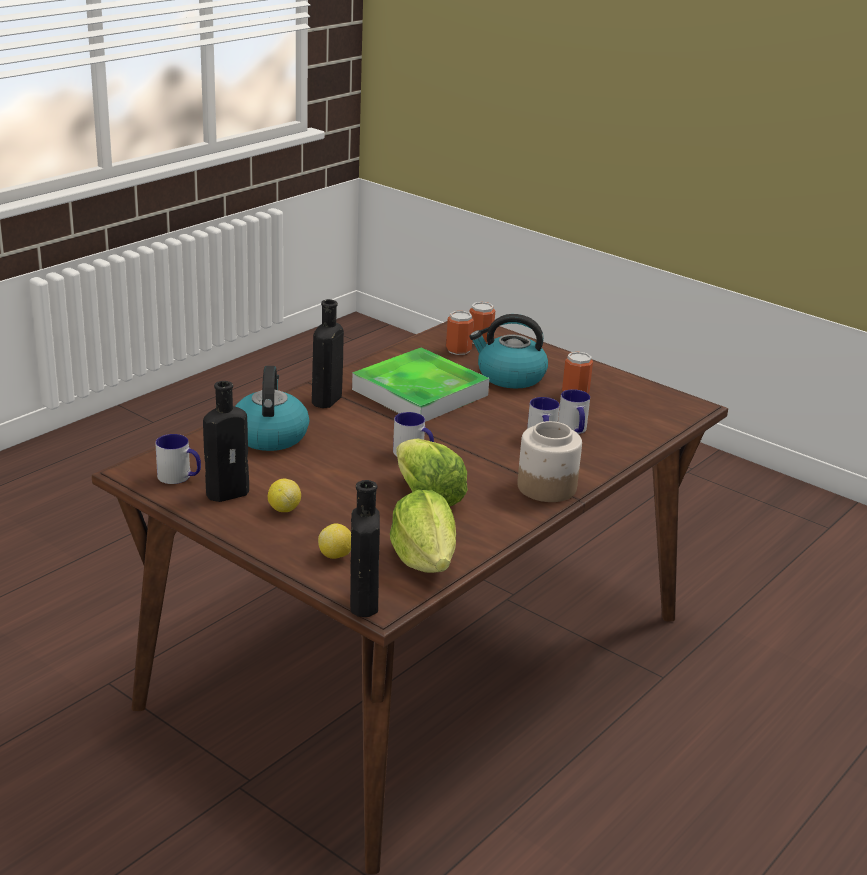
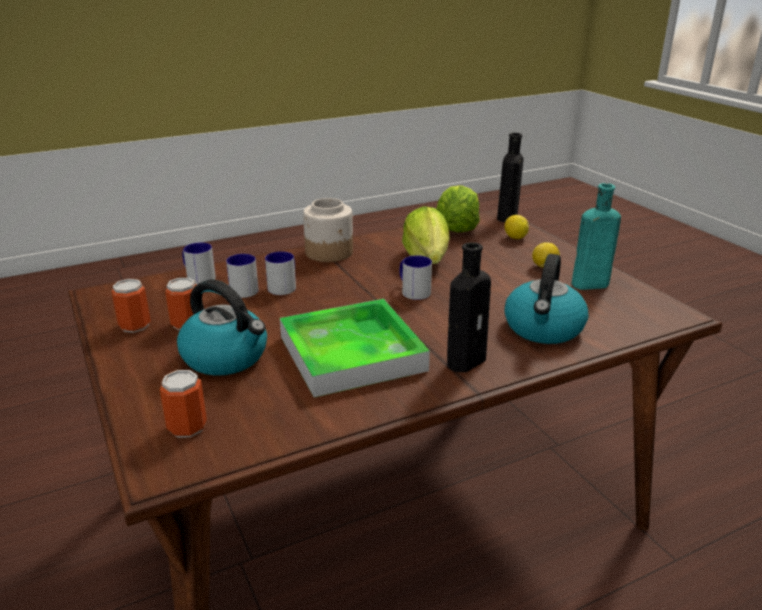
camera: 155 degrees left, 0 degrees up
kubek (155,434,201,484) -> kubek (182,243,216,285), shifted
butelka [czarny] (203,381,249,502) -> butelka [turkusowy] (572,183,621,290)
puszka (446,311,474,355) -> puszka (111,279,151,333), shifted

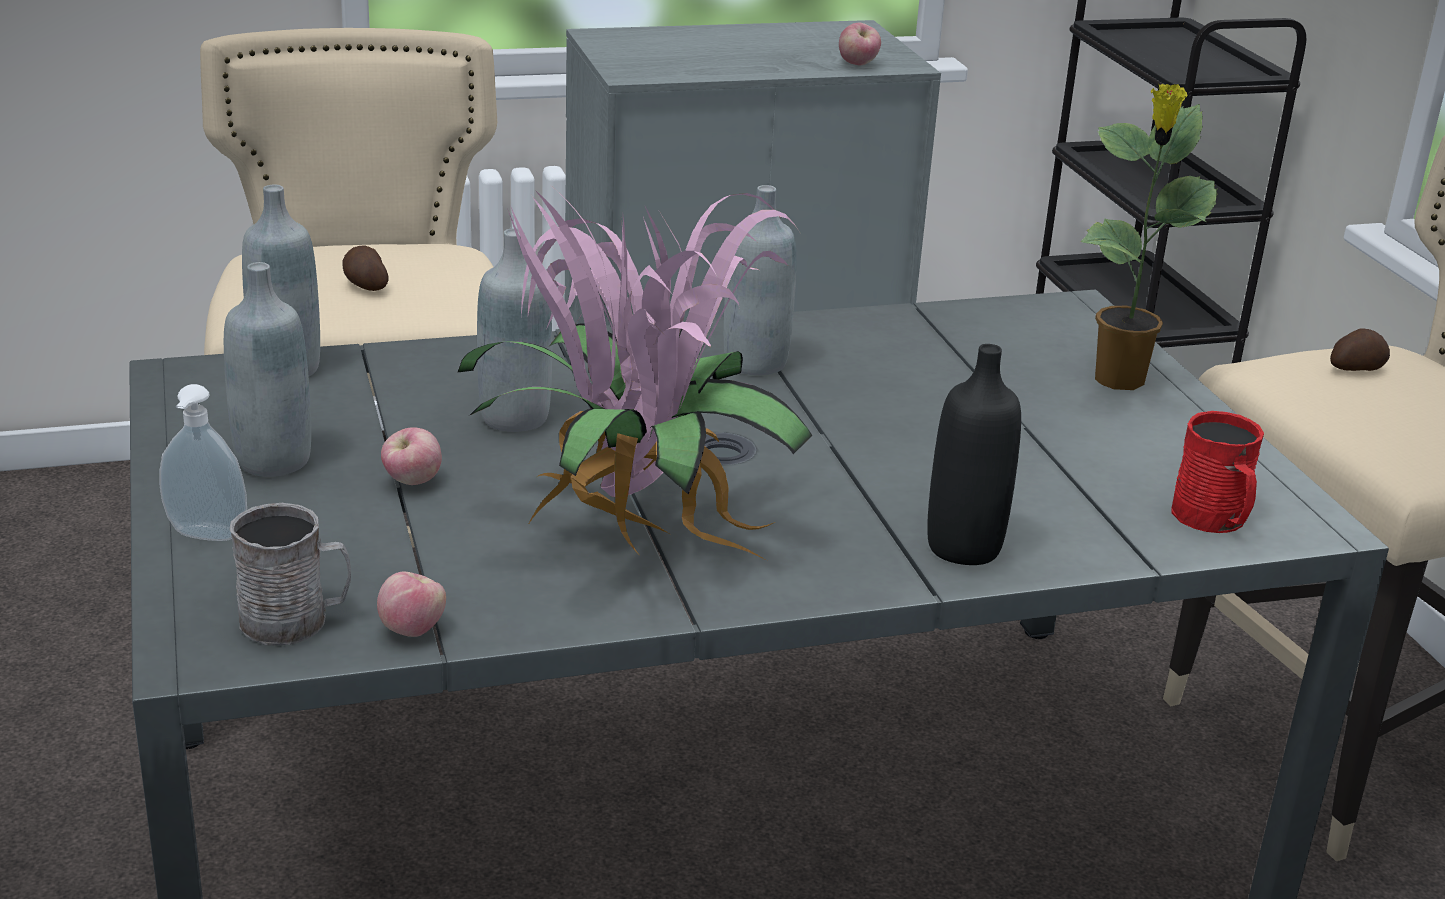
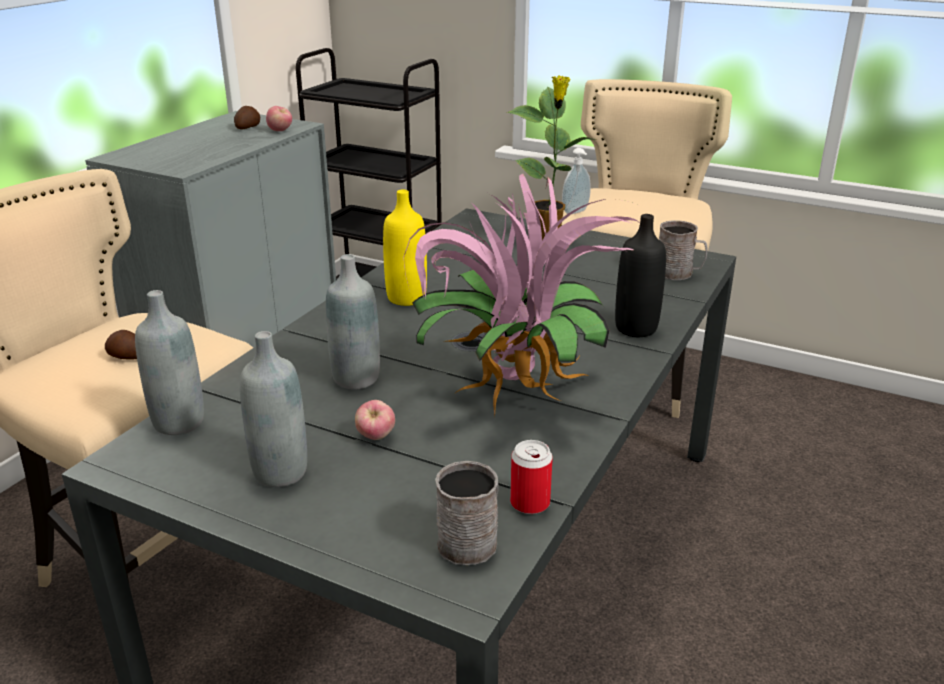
camera: 45 degrees left, 0 degrees up
dozownik mydła (160,384,247,541) -> dozownik mydła (562,148,591,214), shifted
jabłko (377,572,446,637) -> puszka (510,440,553,514)
butelka [szary] (724,185,796,375) -> butelka [żółty] (383,190,427,306)
kubek [czerwony] (1172,411,1264,533) -> kubek [szary] (659,220,707,280)
ziemniak (1330,329,1390,371) -> ziemniak (234,106,260,129), shifted

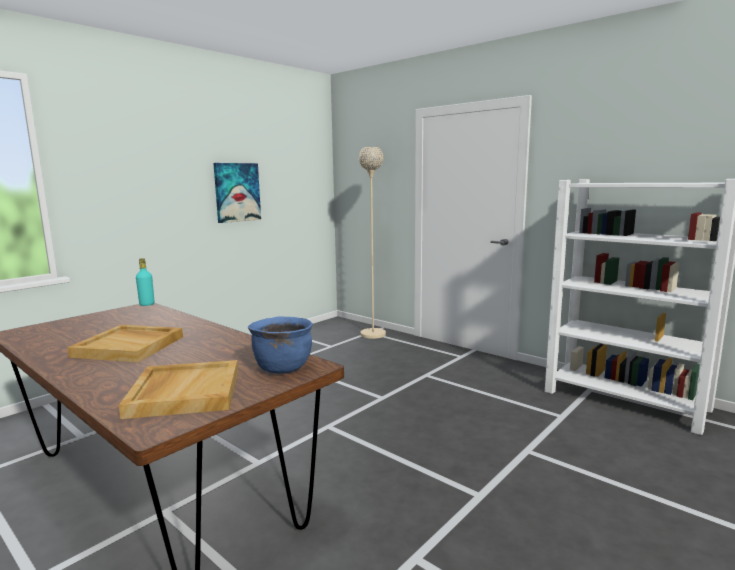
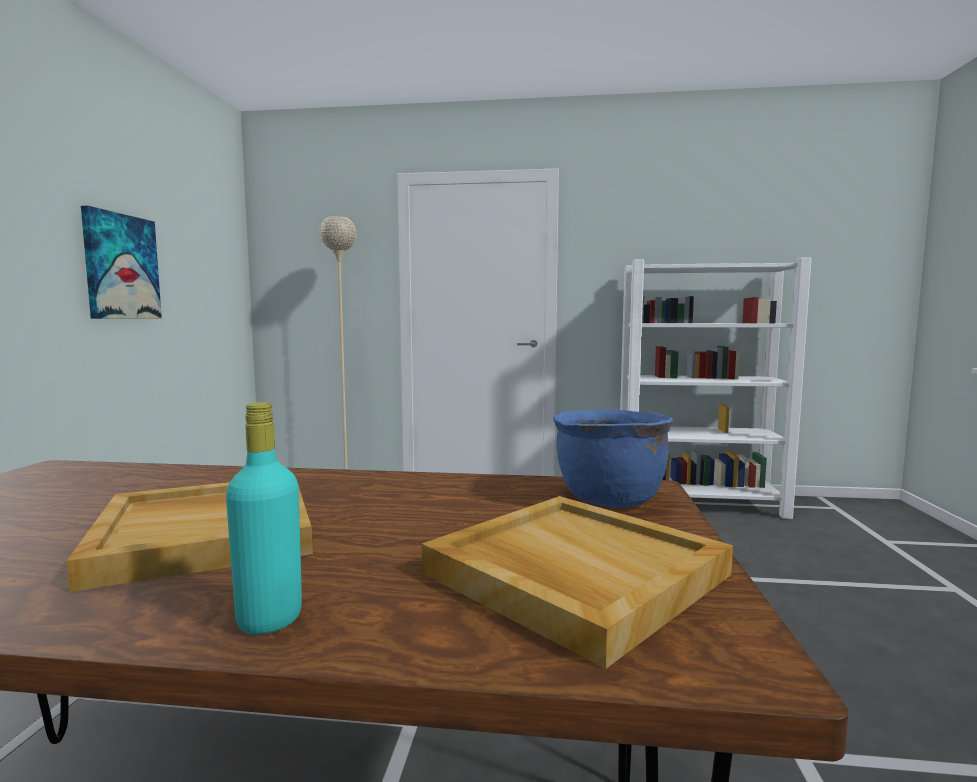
camera: 35 degrees left, 5 degrees down
butelka [turkusowy] (136,258,155,306) -> butelka [turkusowy] (226,402,302,635), shifted

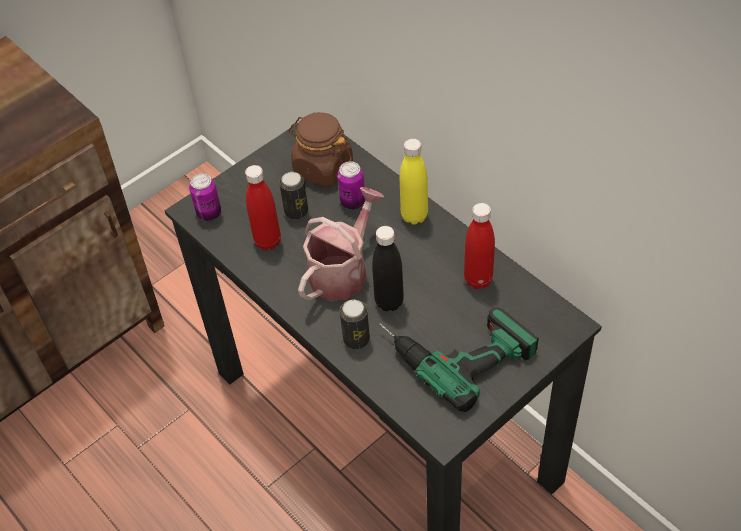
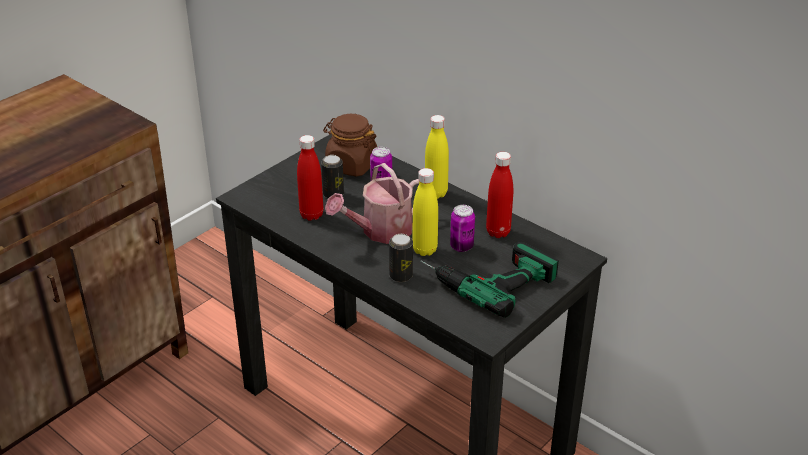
camera: 10 degrees left, 15 degrees down
puszka (189,173,221,221) -> puszka (450,205,475,252), shifted
konewka (298,187,384,301) -> konewka (325,163,419,244), 150 degrees counterclockwise
butelka [czarny] (372,226,404,311) -> butelka [żółty] (412,168,438,256)

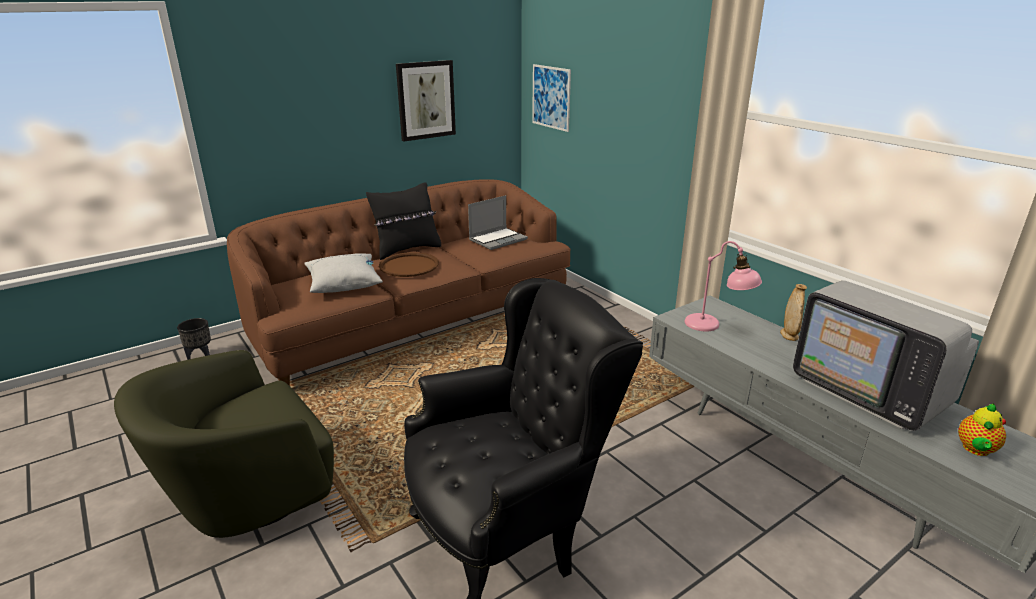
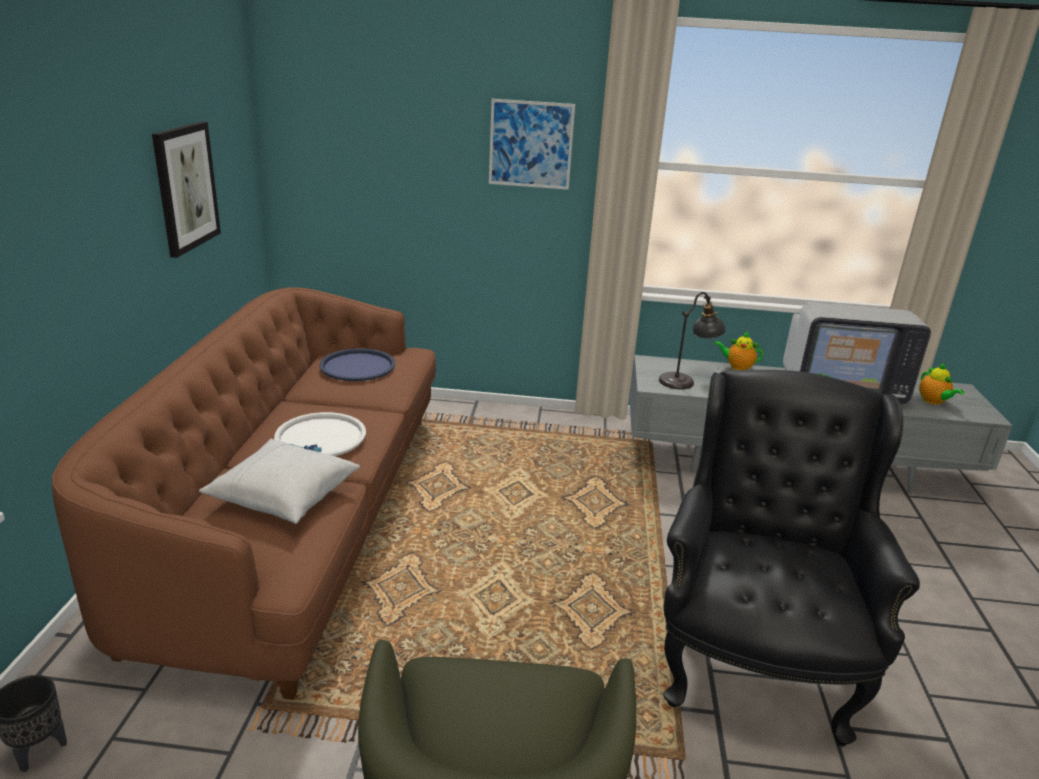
camera: 50 degrees left, 0 degrees up
poduszka [czarny] (366,182,441,260) -> none
taca [brązowy] (379,252,439,277) -> taca [biały] (274,412,366,456)
laptop (468,195,528,250) -> taca [niebieski] (319,348,395,381)
obraz (532,64,571,132) -> obraz (489,99,575,190), shifted
lampa stołowa [różowy] (684,241,762,332) -> lampa stołowa [szary] (659,292,726,390)
wazon [beżowy] (780,284,807,341) -> imbryk (714,332,763,370)

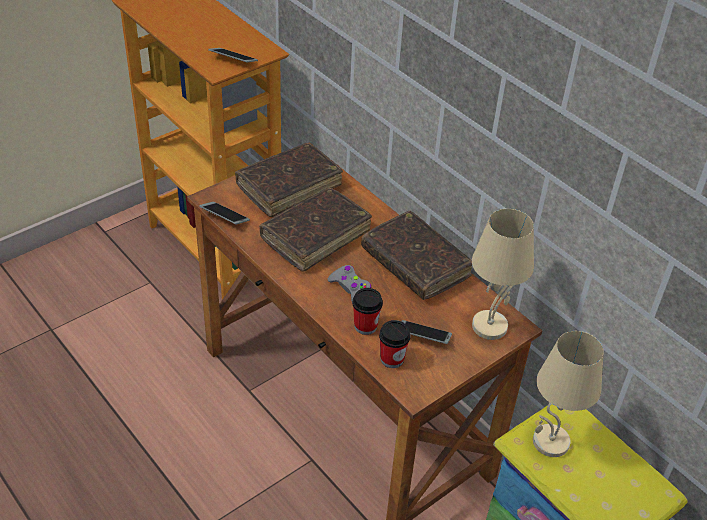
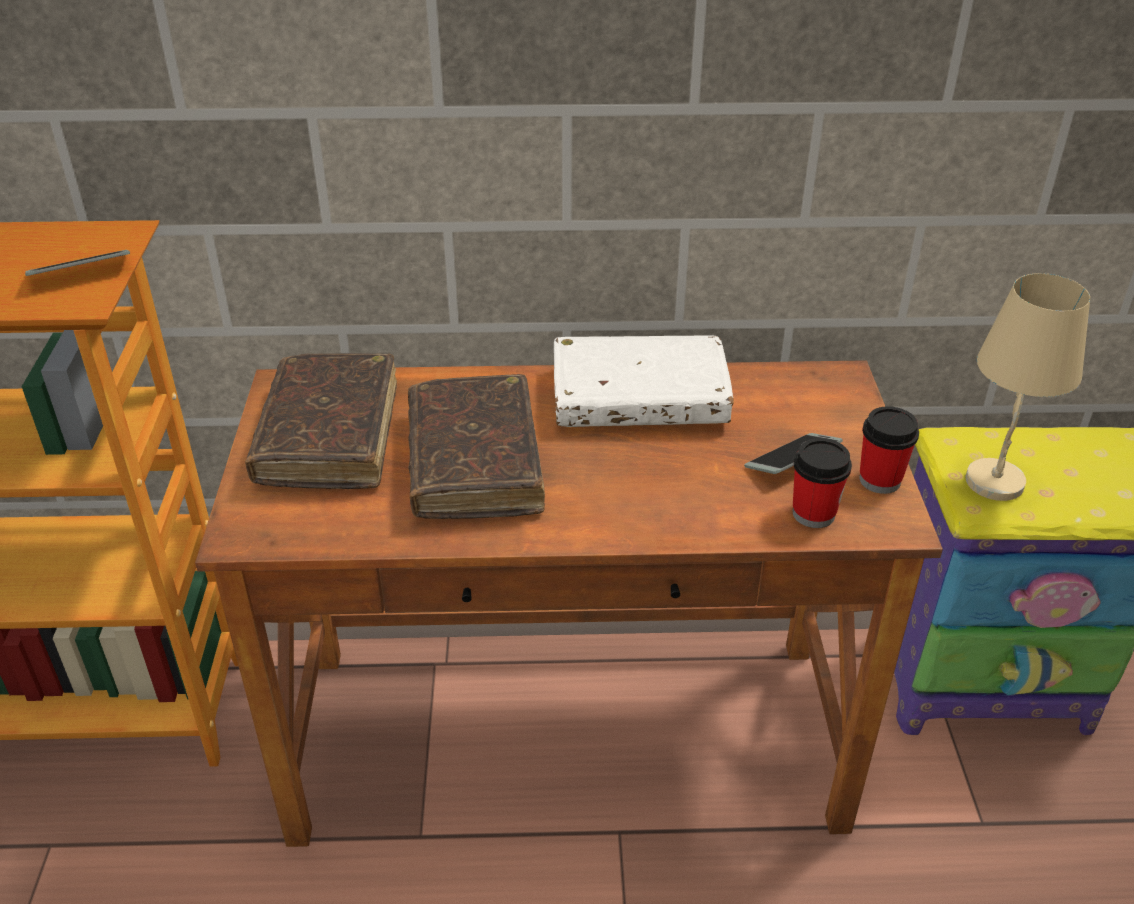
camera: 50 degrees left, 5 degrees down
telefon (199,202,250,224) -> none
pad do gier [szary] (328,265,371,302) -> none
filiżanka (352,288,383,335) -> filiżanka (859,406,919,494), shifted
książka [brązowy] (361,211,472,300) -> książka [biały] (554,336,734,427)
lampa stołowa [beżowy] (472,209,534,340) -> none

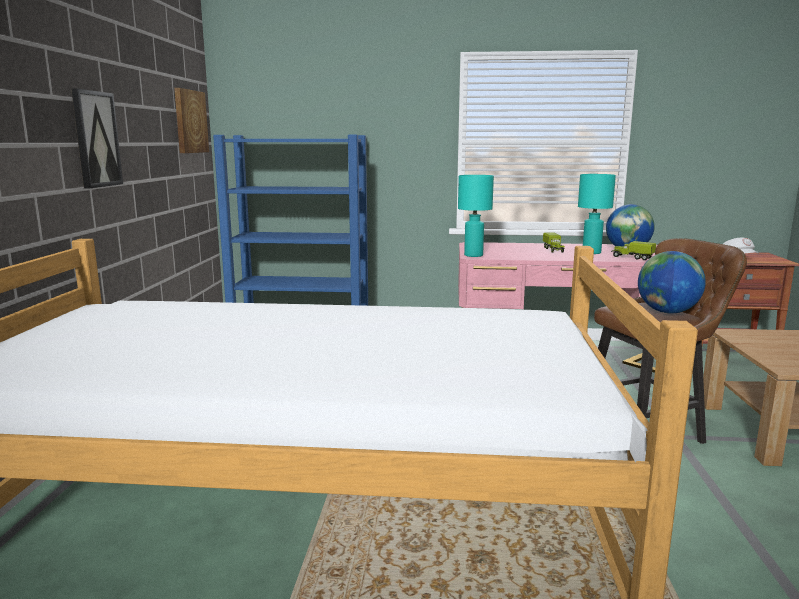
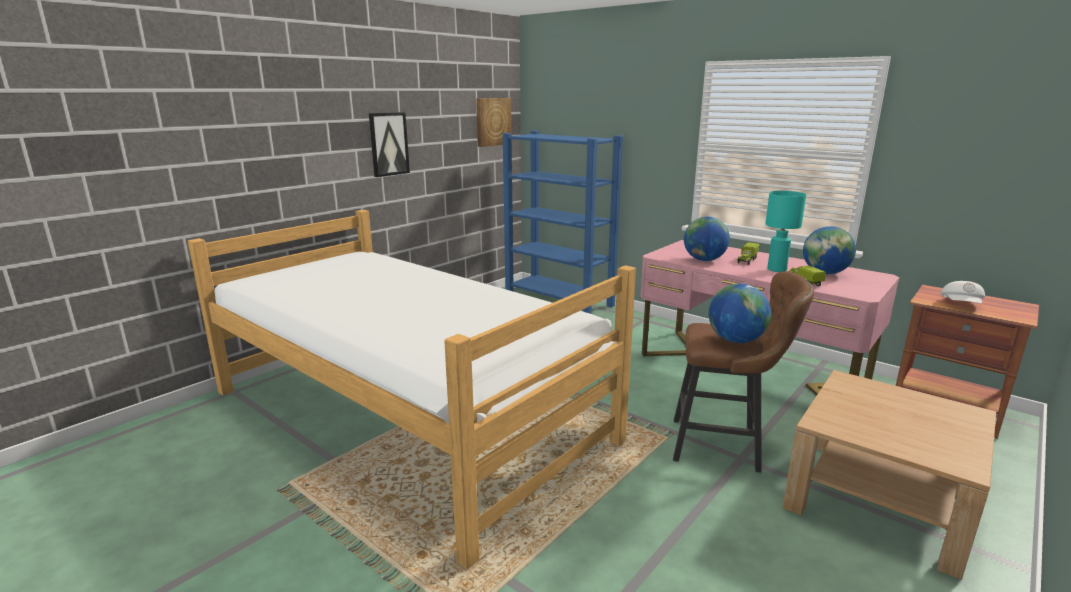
camera: 35 degrees right, 5 degrees up
lampa stołowa [turkusowy] (458,175,494,257) -> none
none -> globus (684,216,730,261)

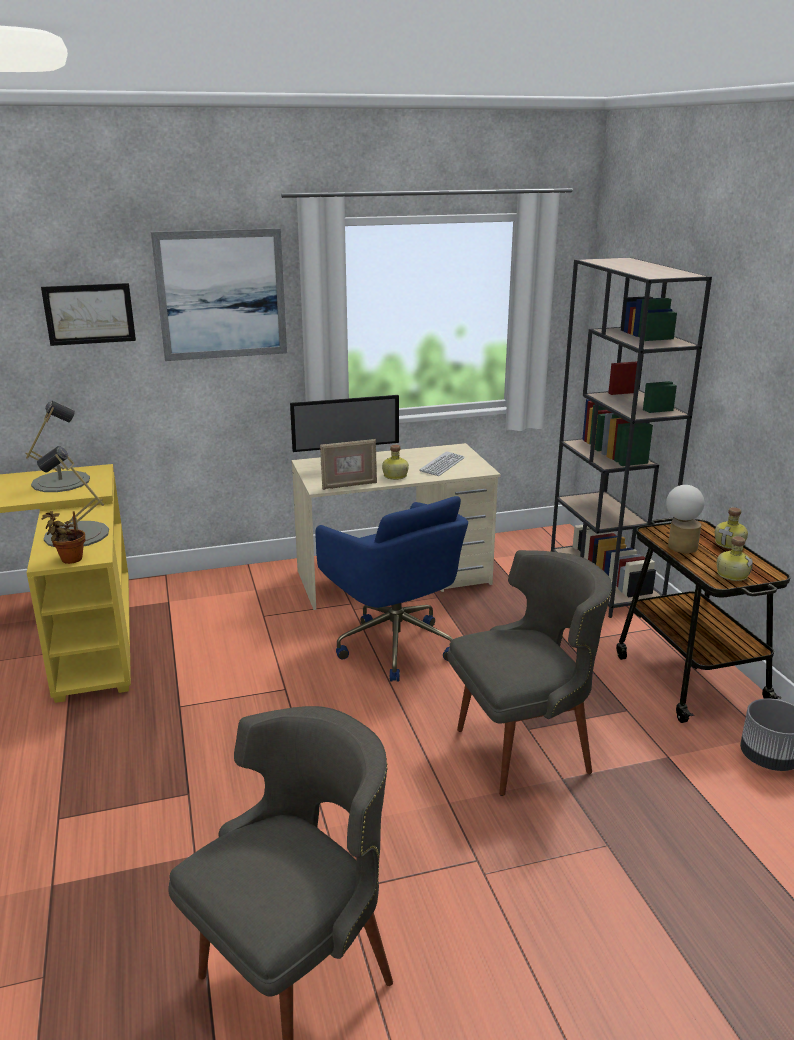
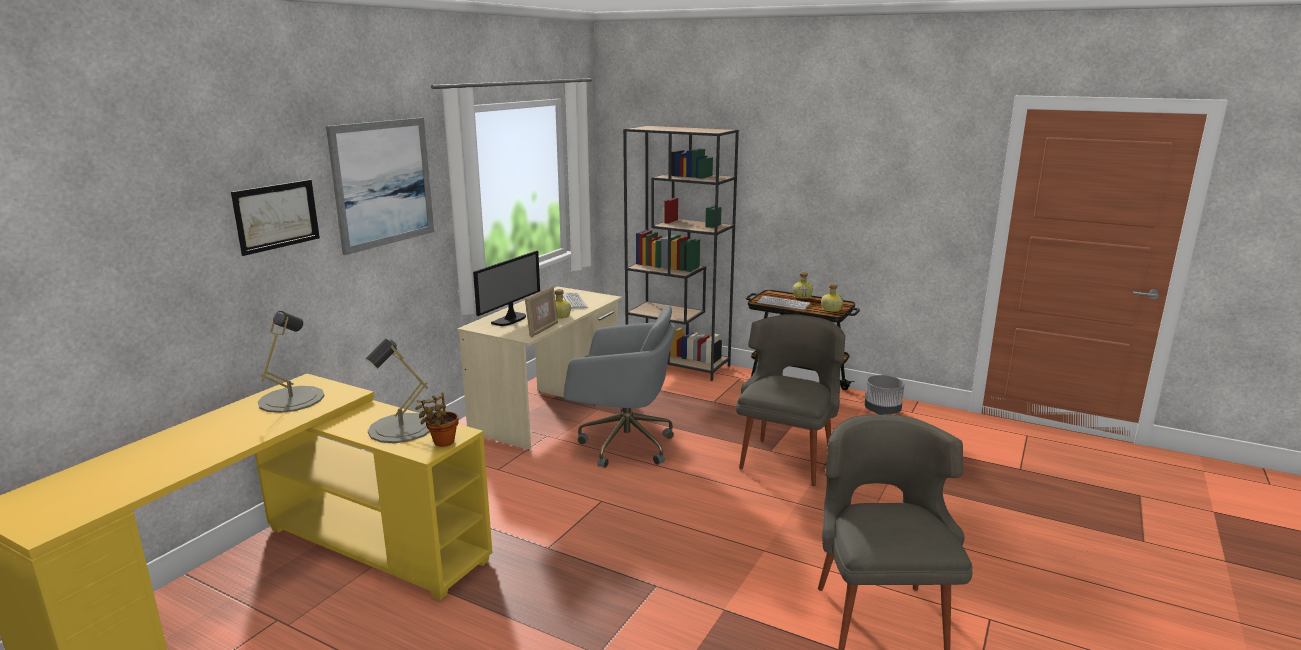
camera: 45 degrees left, 5 degrees down
krzesło biurowe [niebieski] (315,496,468,682) -> krzesło biurowe [szary] (564,305,676,468)
lampa stołowa (666,485,704,553) -> klawiatura (757,296,810,310)

